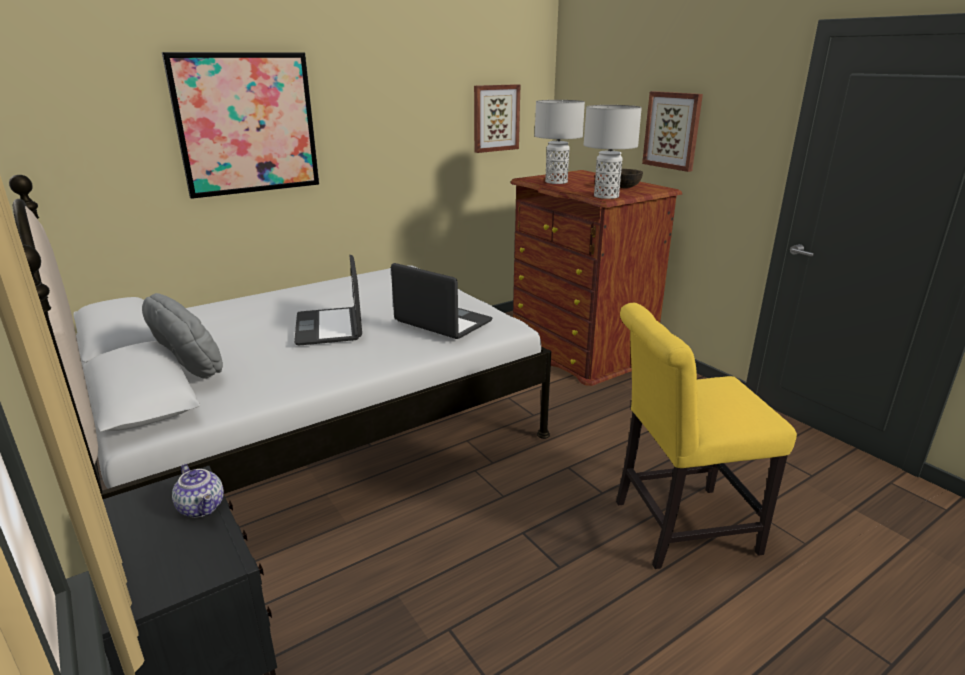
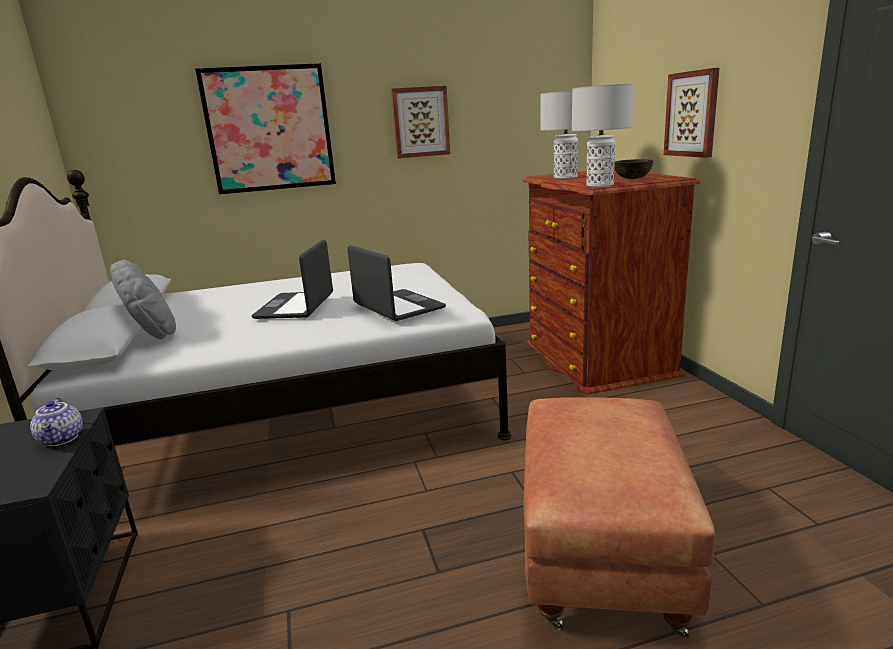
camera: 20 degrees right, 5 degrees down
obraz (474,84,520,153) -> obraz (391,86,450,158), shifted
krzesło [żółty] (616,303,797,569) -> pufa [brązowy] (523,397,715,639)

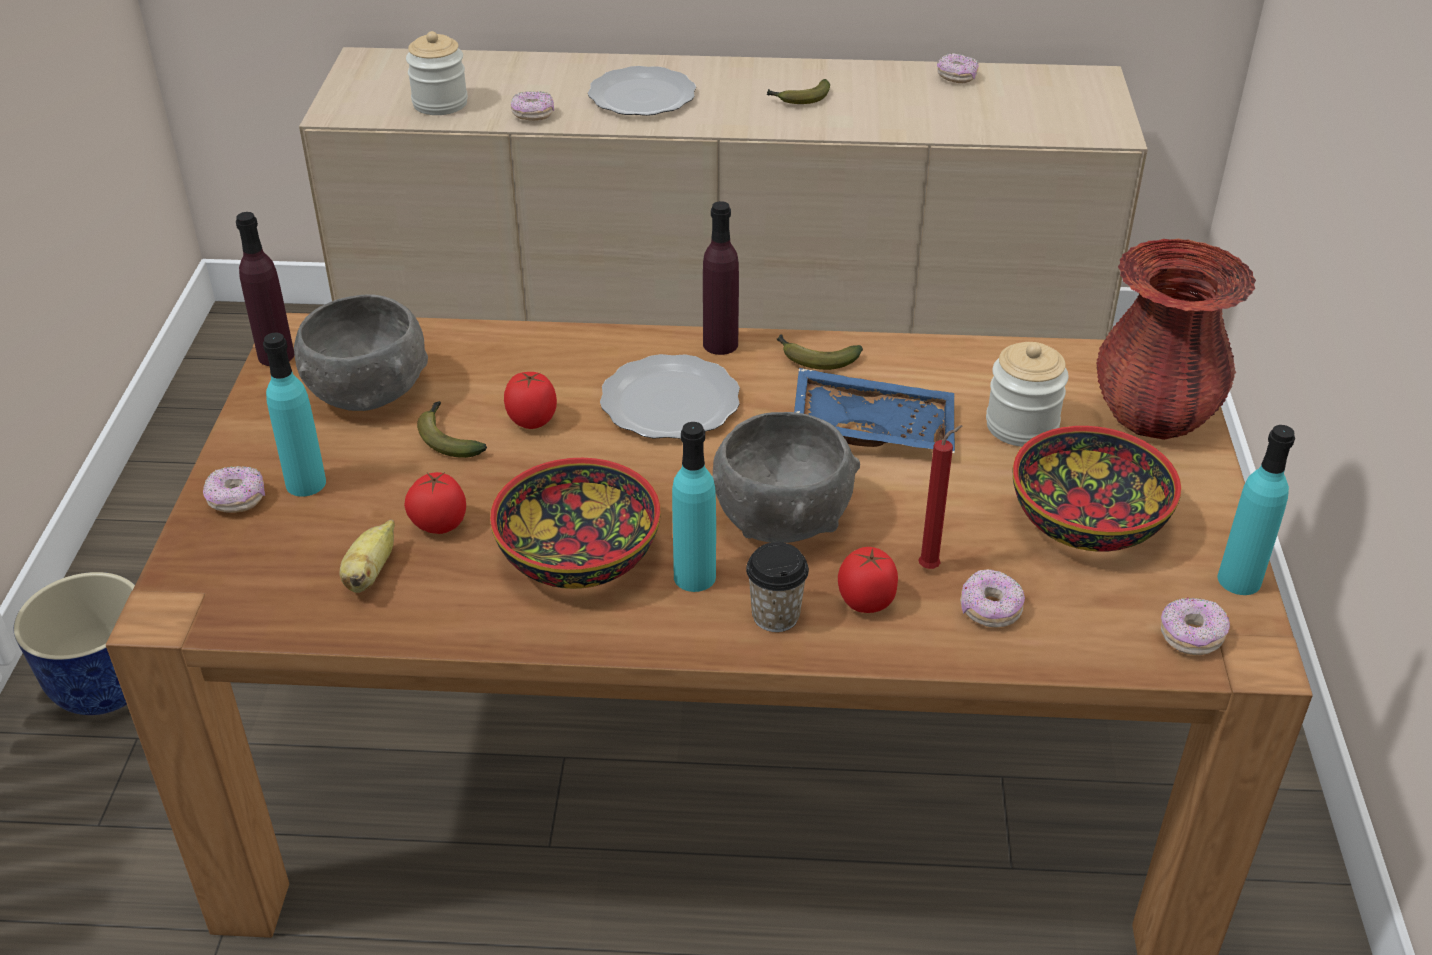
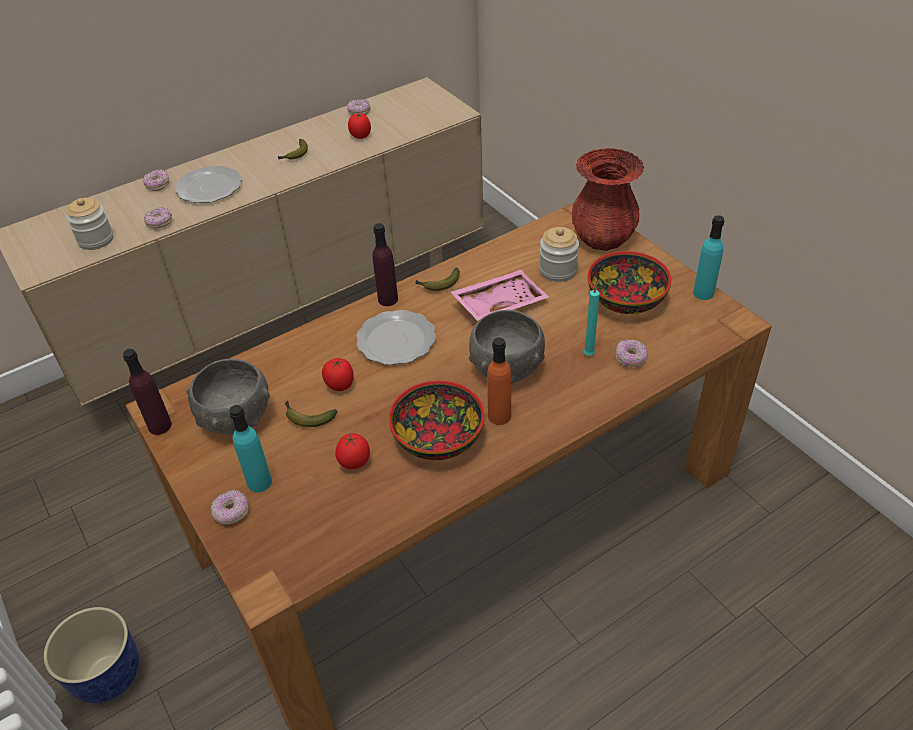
camera: 35 degrees left, 5 degrees up
banan (340,520,395,593) -> none
butelka [turkusowy] (672,422,716,592) -> butelka [pomarańczowy] (487,337,511,425)
filiżanka (746,542,809,632) -> none
taca [niebieski] (794,368,955,453) -> taca [różowy] (451,270,549,321)
pomidor (838,547,898,613) -> pomidor (348,113,371,139), shifted
świeca [czerwony] (919,425,962,569) -> świeca [turkusowy] (584,280,600,356)
donut (1161,597,1230,655) -> donut (143,169,169,191), shifted

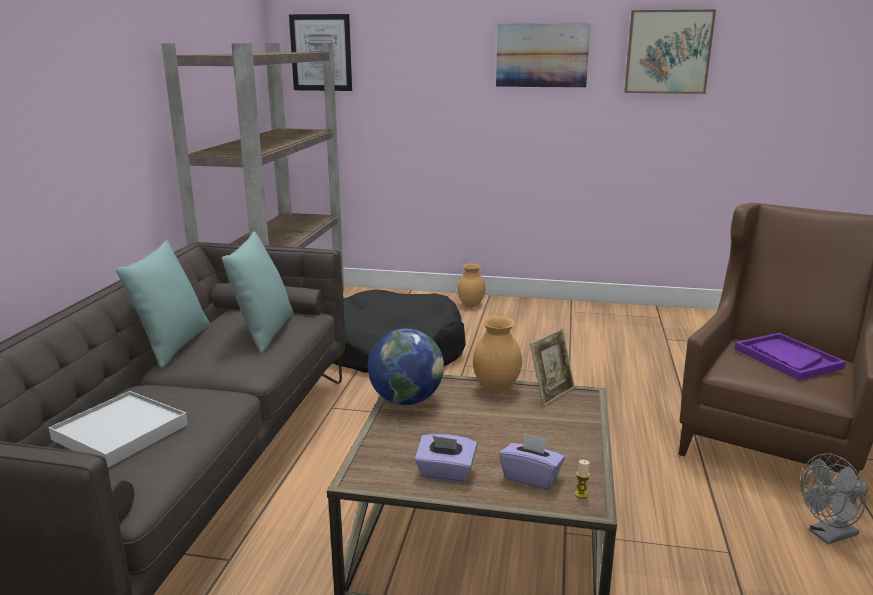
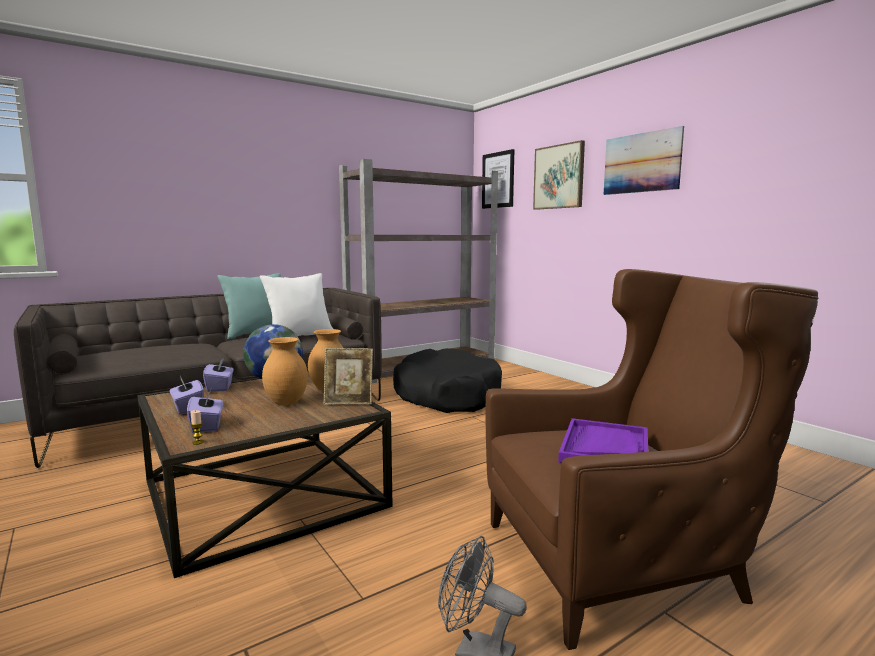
camera: 45 degrees right, 10 degrees down
taca [biały] (49,391,188,467) -> none
poduszka [turkusowy] (222,231,293,353) -> poduszka [biały] (260,273,333,336)
wazon [brązowy] (457,264,485,307) -> wazon [brązowy] (262,337,308,406), shifted
obraz (624,10,716,94) -> obraz (533,140,585,210), shifted
none -> pudełko chusteczek [fioletowy] (203,358,234,392)

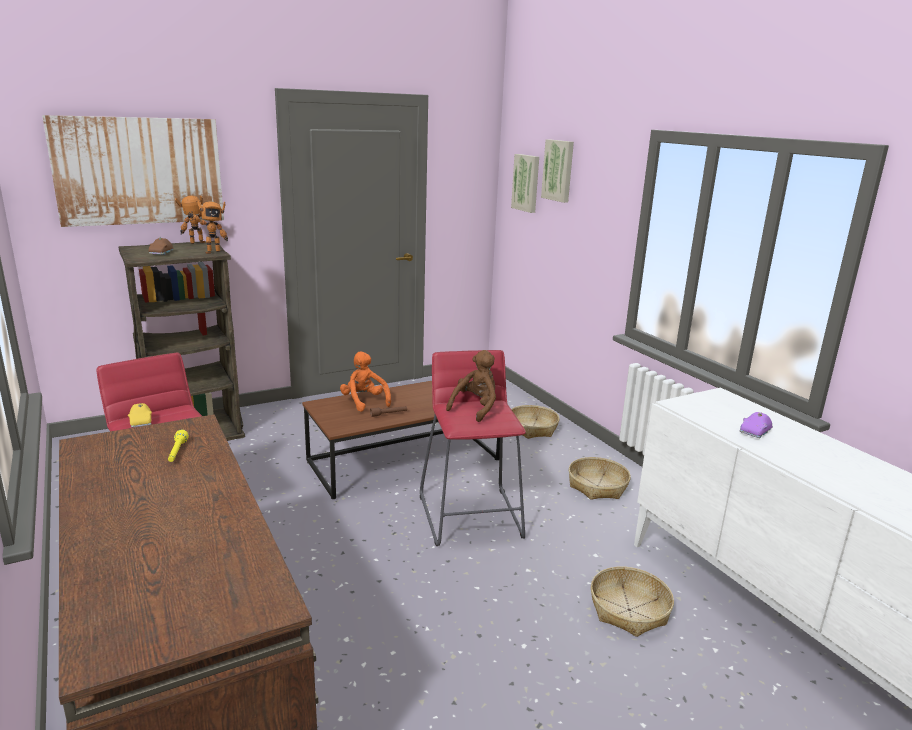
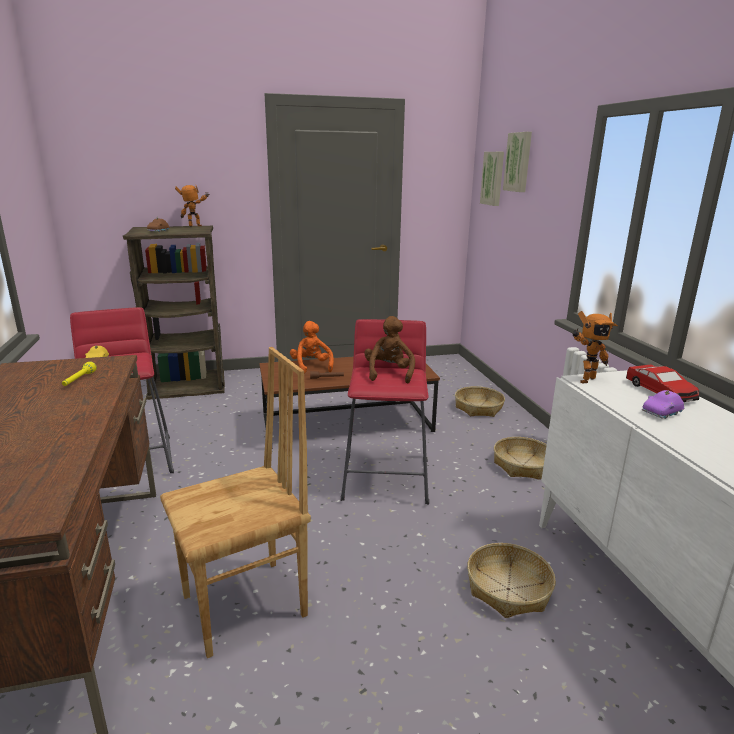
camera: 15 degrees right, 0 degrees up
obraz (42,115,224,227) -> none
robot zabawkowy (188,200,228,254) -> robot zabawkowy (573,311,618,384), shifted
pluszak [brązowy] (446,350,496,422) -> pluszak [brązowy] (364,316,415,383), 45 degrees counterclockwise
none -> krzesło [brązowy] (160,347,311,658)
none -> samochodzik (626,364,699,402)

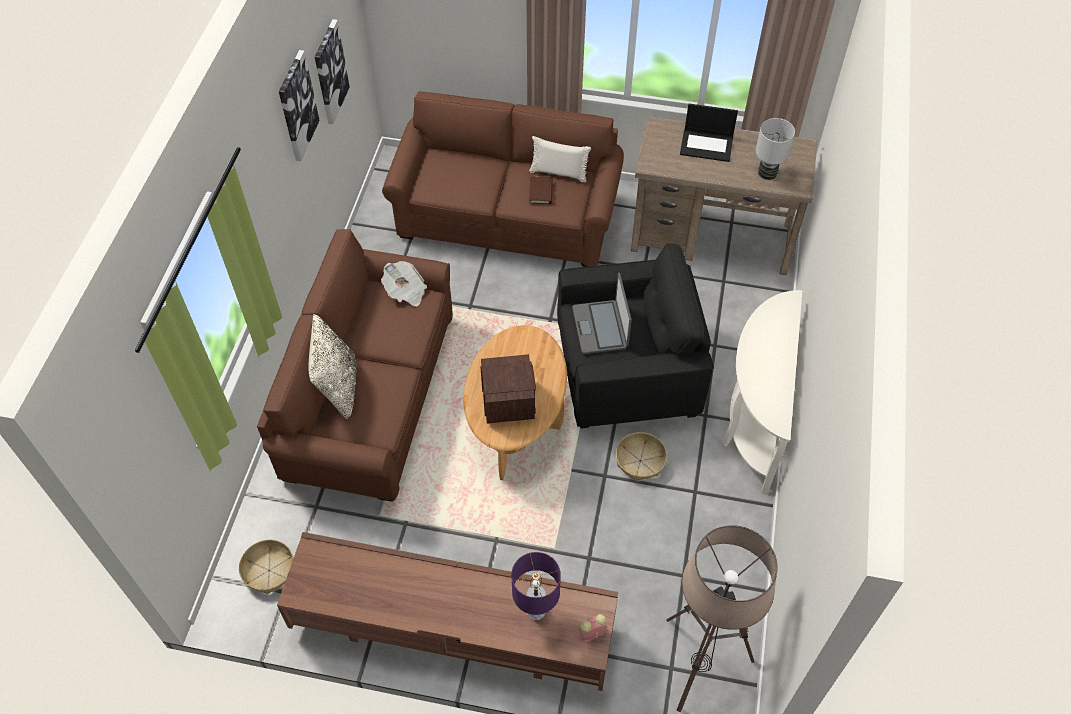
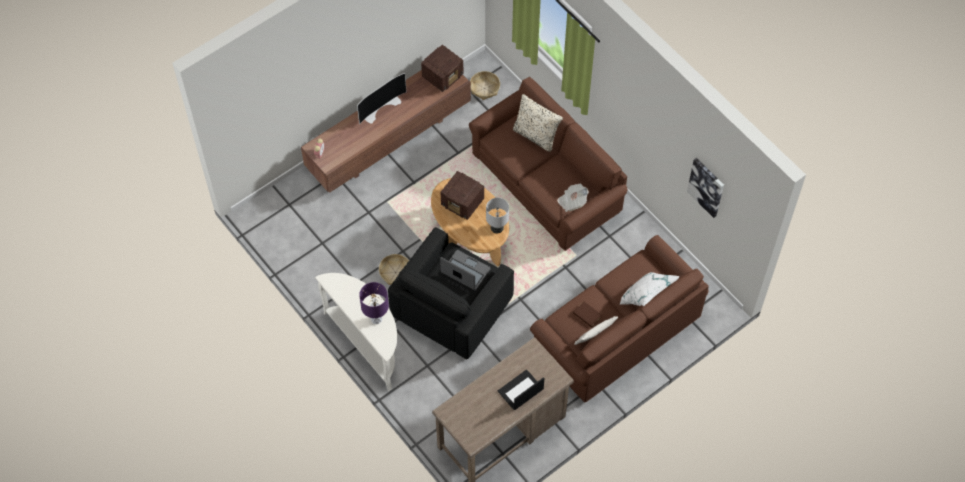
camera: 130 degrees right, 5 degrees up
obraz (279,50,320,161) -> none
lampa stołowa [fioletowy] (511,552,561,620) -> lampa stołowa [fioletowy] (359,282,389,324), shifted
lampa stojąca (666,525,778,712) -> none
lampa stołowa [szary] (756,118,795,180) -> lampa stołowa [szary] (486,198,509,233), shifted
none -> telewizor (357,73,406,124)
none -> radio (421,45,463,92)
none -> poduszka [biały] (620,272,680,306)

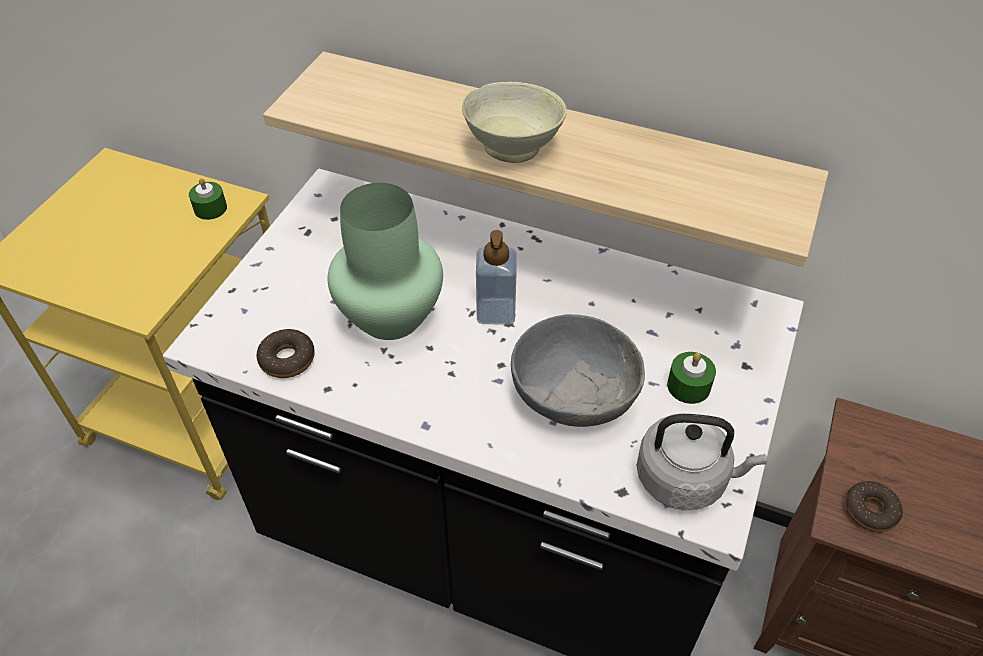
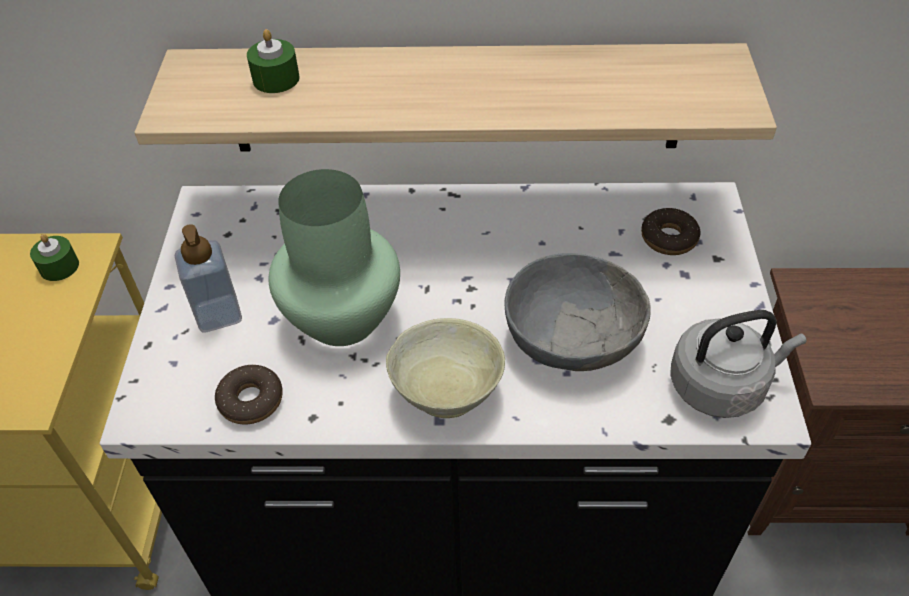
camera: 20 degrees left, 0 degrees up
miska [beżowy] (462,82,567,163) -> miska [beżowy] (386,318,505,418), shifted
dozownik mydła (476,230,517,325) -> dozownik mydła (175,224,242,332), shifted
świeca [zielony] (667,352,716,404) -> świeca [zielony] (247,29,299,93), shifted
donut (845,481,903,532) -> donut (641,208,701,255), shifted

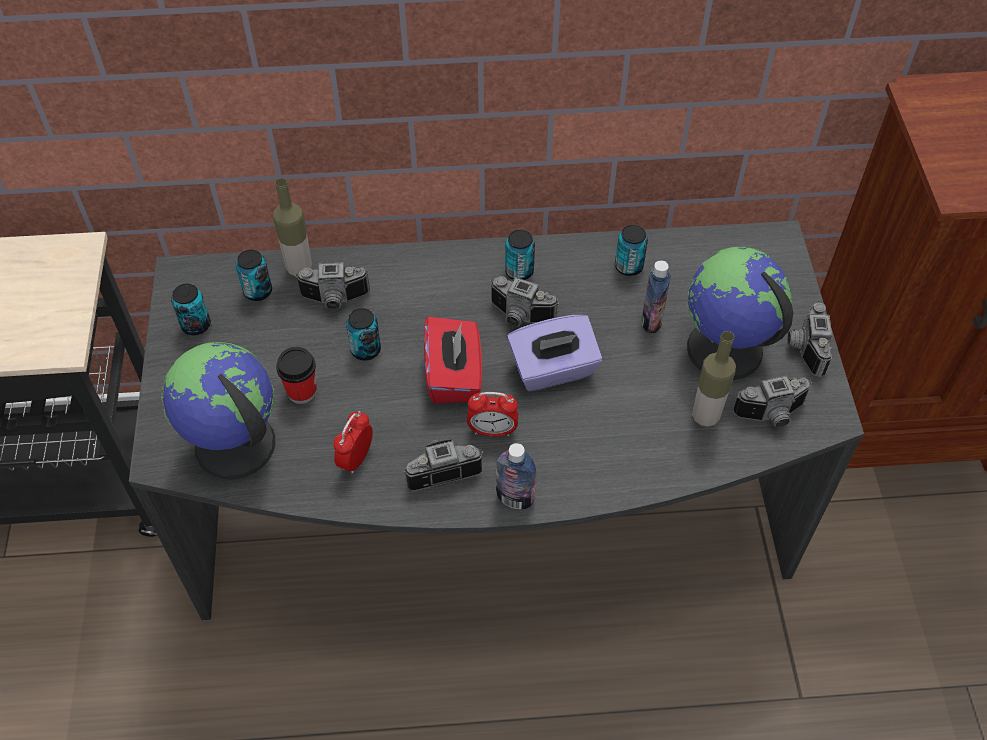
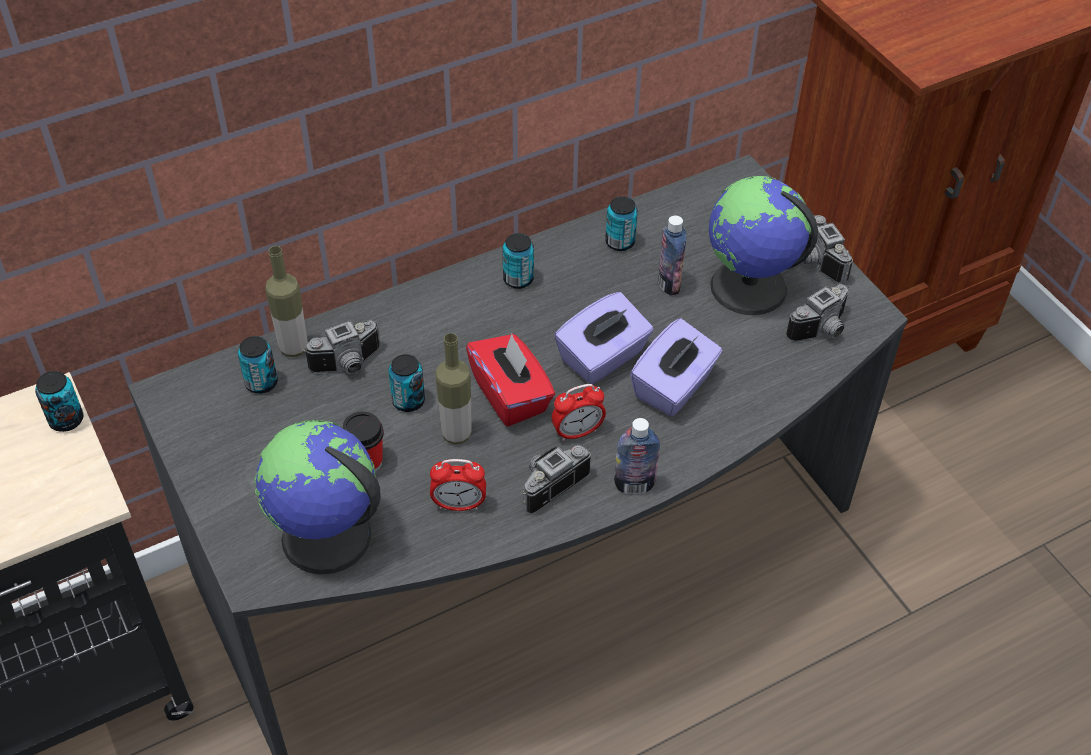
camera: 25 degrees left, 5 degrees down
puszka (171,283,211,335) -> puszka (35,371,84,432), shifted
budzik (333,411,373,474) -> budzik (430,459,486,511), 90 degrees counterclockwise
aparat fotograficzny (490,276,559,326) -> none
butelka (692,331,736,428) -> butelka (435,333,472,444), shifted
none -> pudełko chusteczek [fioletowy] (630,318,722,416)

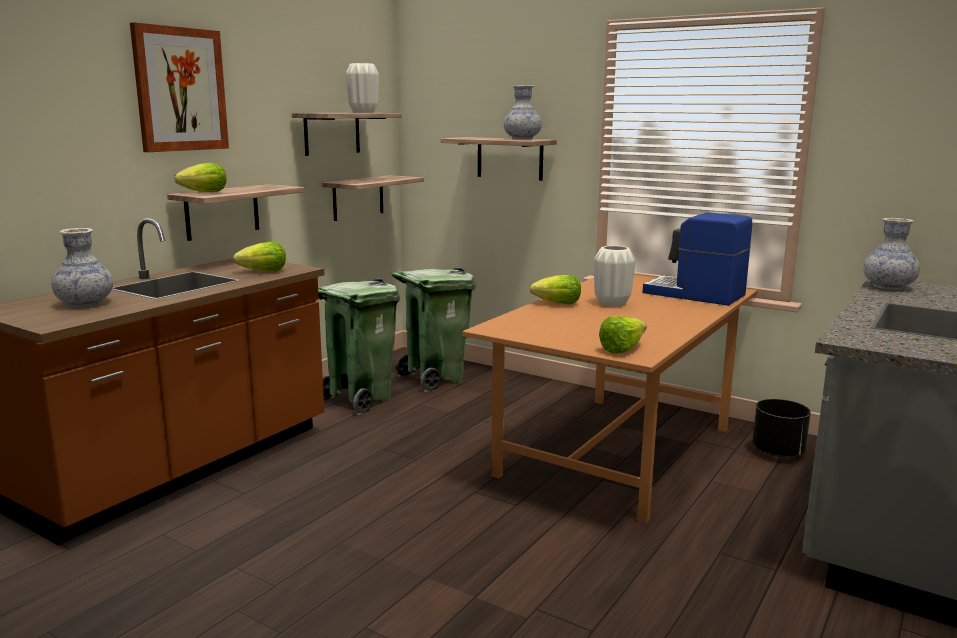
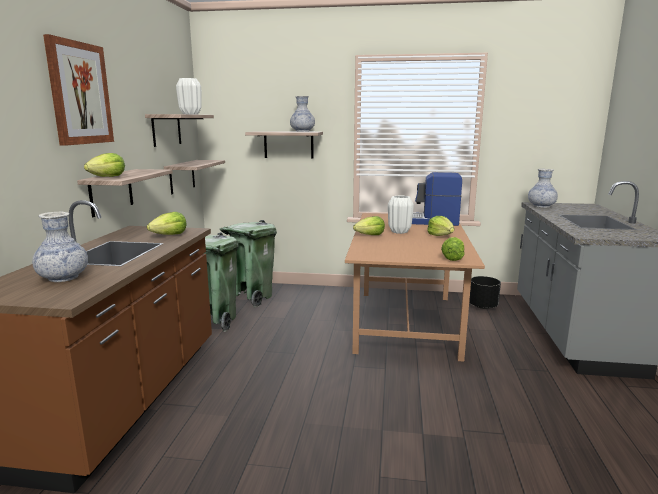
camera: 25 degrees left, 0 degrees up
none -> sałata (427,216,454,236)

